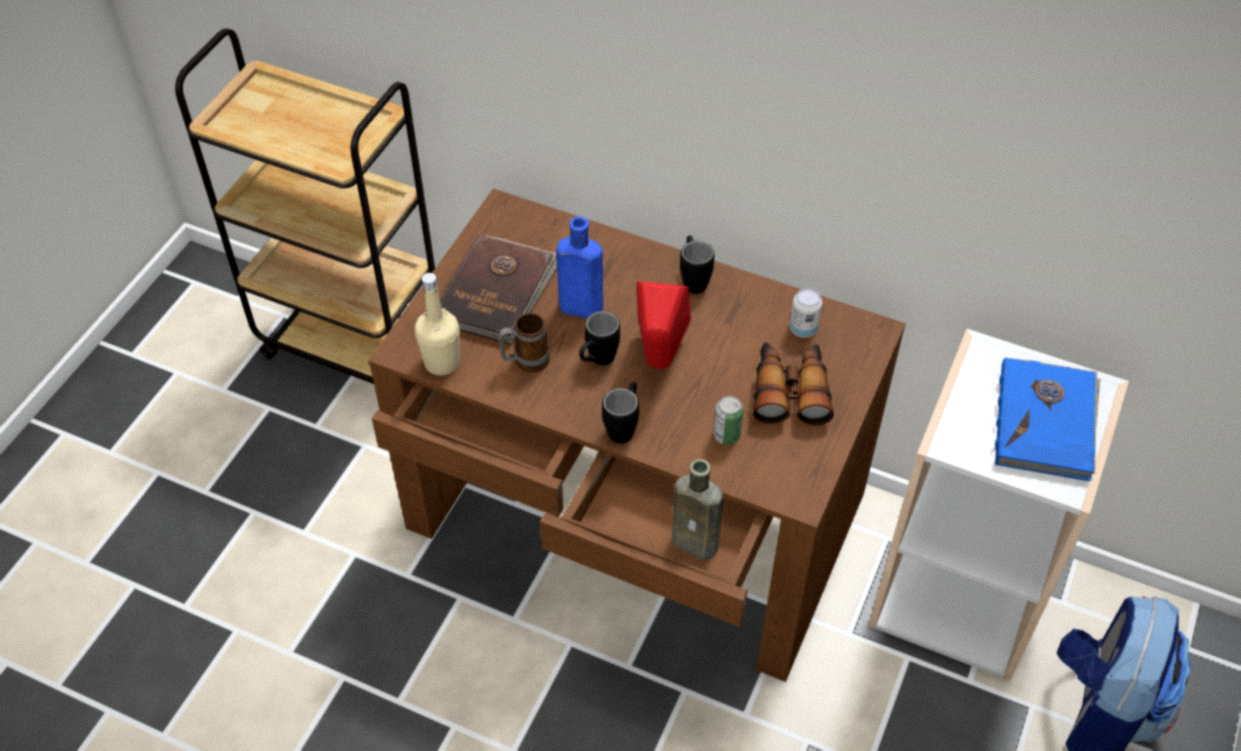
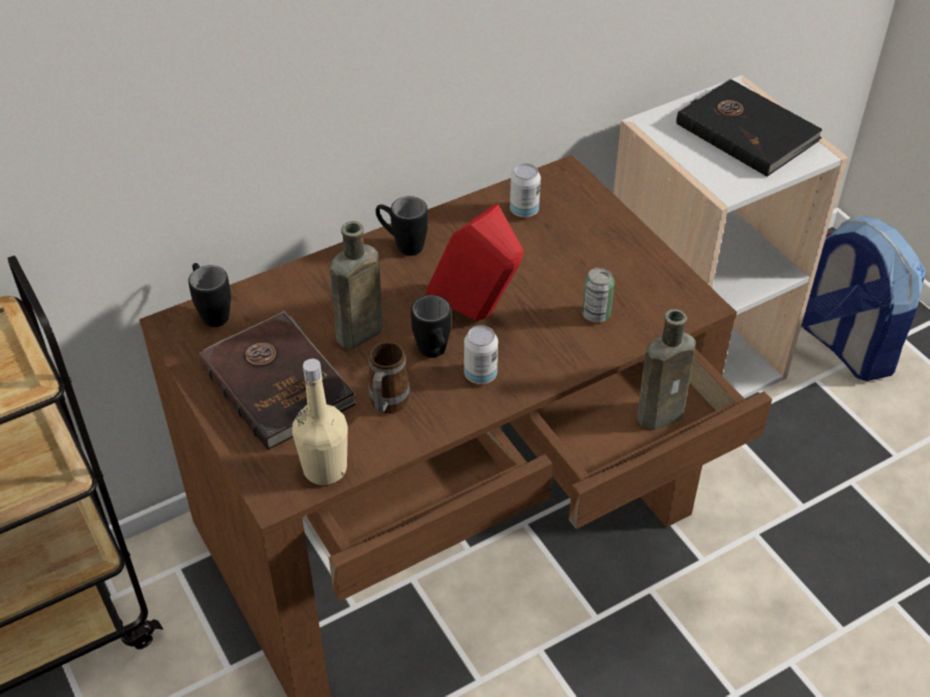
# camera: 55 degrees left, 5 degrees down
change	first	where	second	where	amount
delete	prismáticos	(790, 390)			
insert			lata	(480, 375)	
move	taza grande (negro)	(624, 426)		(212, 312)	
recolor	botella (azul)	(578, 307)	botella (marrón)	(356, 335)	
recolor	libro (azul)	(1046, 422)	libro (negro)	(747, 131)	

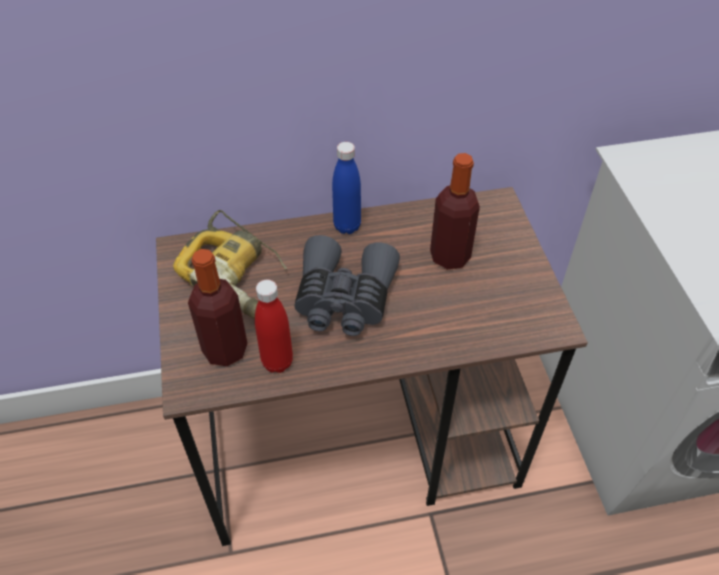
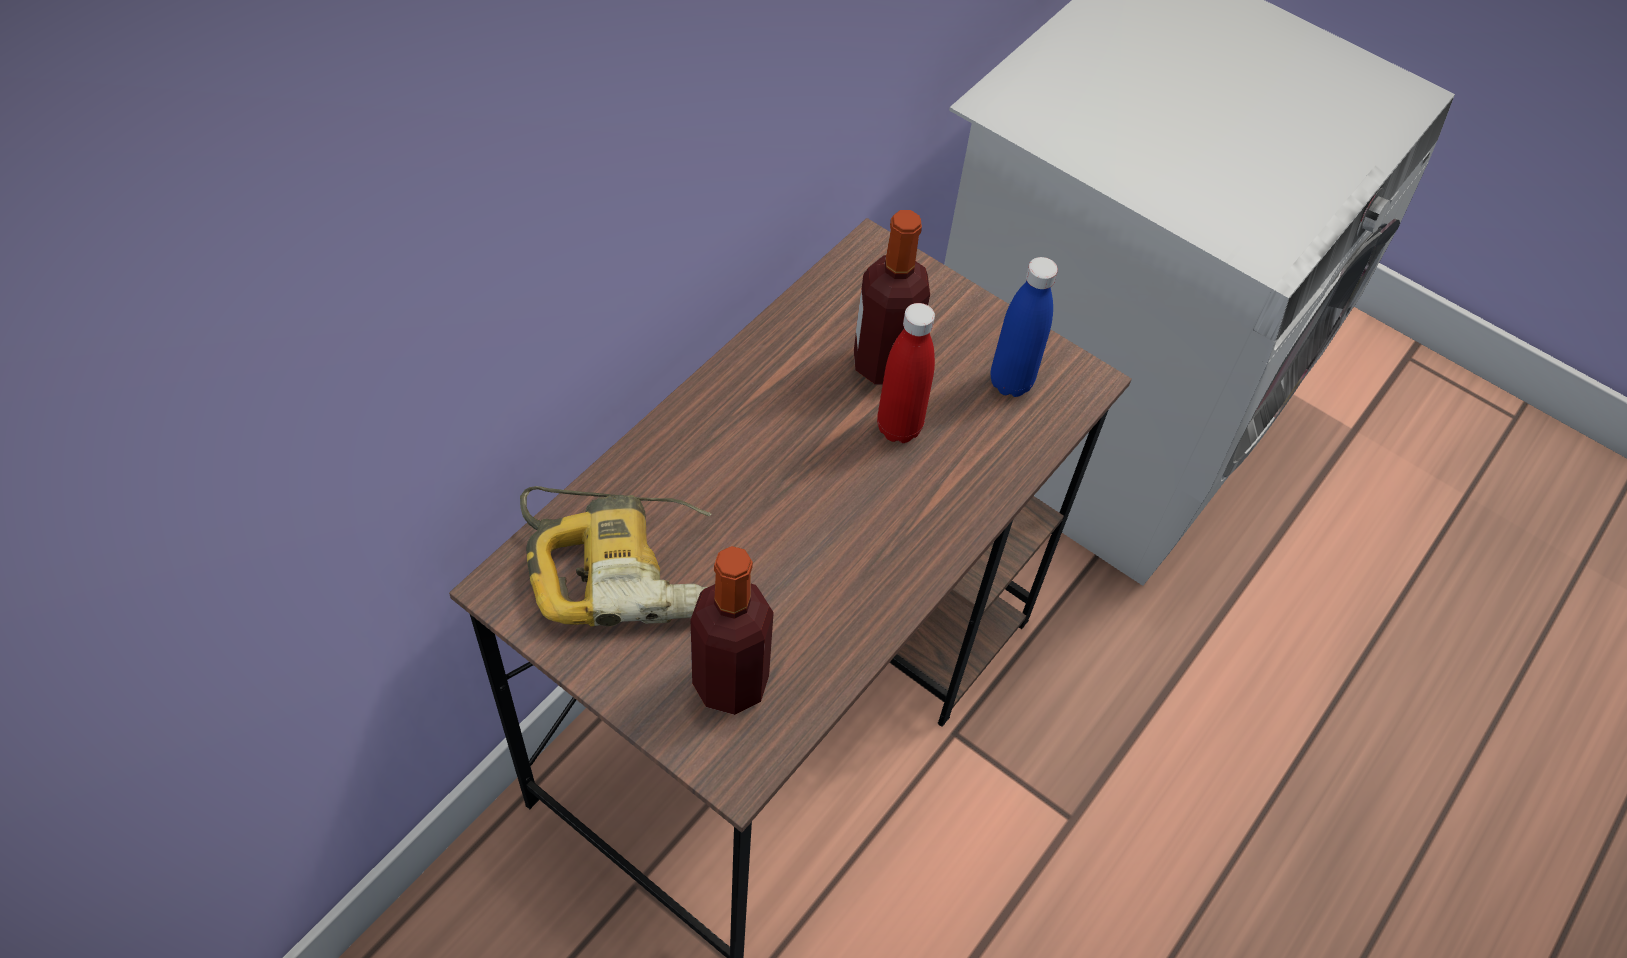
# camera: 45 degrees left, 5 degrees up
change	first	where	second	where	amount
delete	prismáticos (gris)	(344, 298)			
move	botella (rojo)	(277, 362)		(899, 428)	
move	botella (azul)	(347, 226)		(1010, 382)	

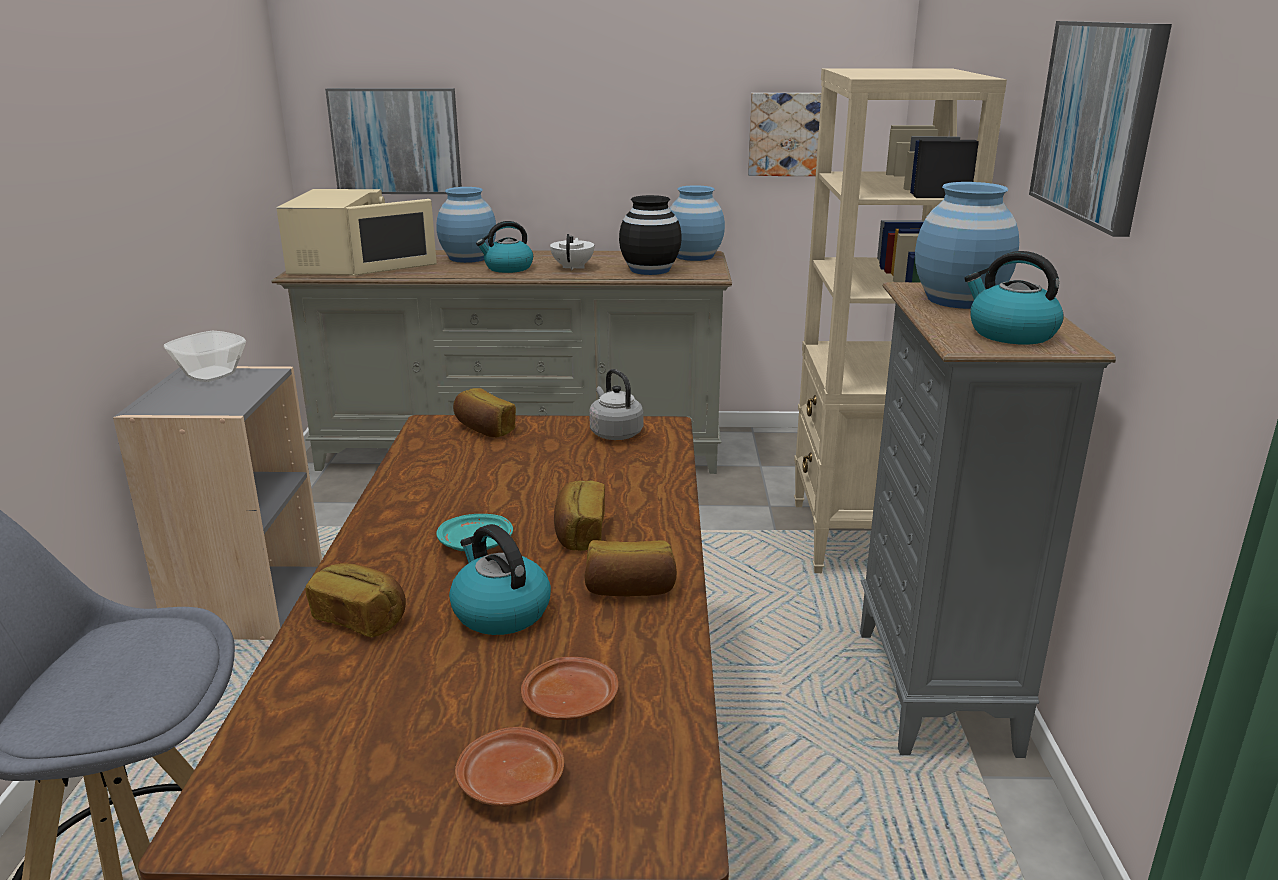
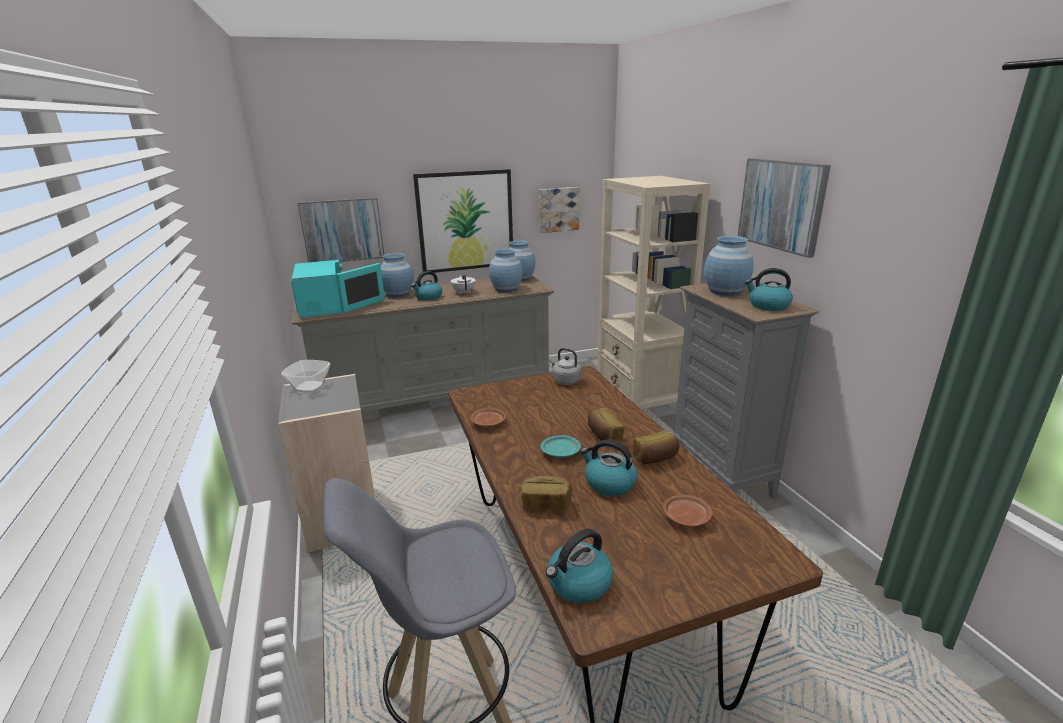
# camera: 20 degrees left, 0 degrees up
change	first	where	second	where	amount
delete	pan	(484, 429)			
insert			cuadro	(465, 221)	
insert			hervidor	(578, 584)	
move	plato (marrón)	(511, 783)		(488, 423)	
recolor	microondas (beis)	(342, 264)	microondas (turquesa)	(326, 306)	
recolor	florero (negro)	(649, 270)	florero (azul)	(506, 289)	

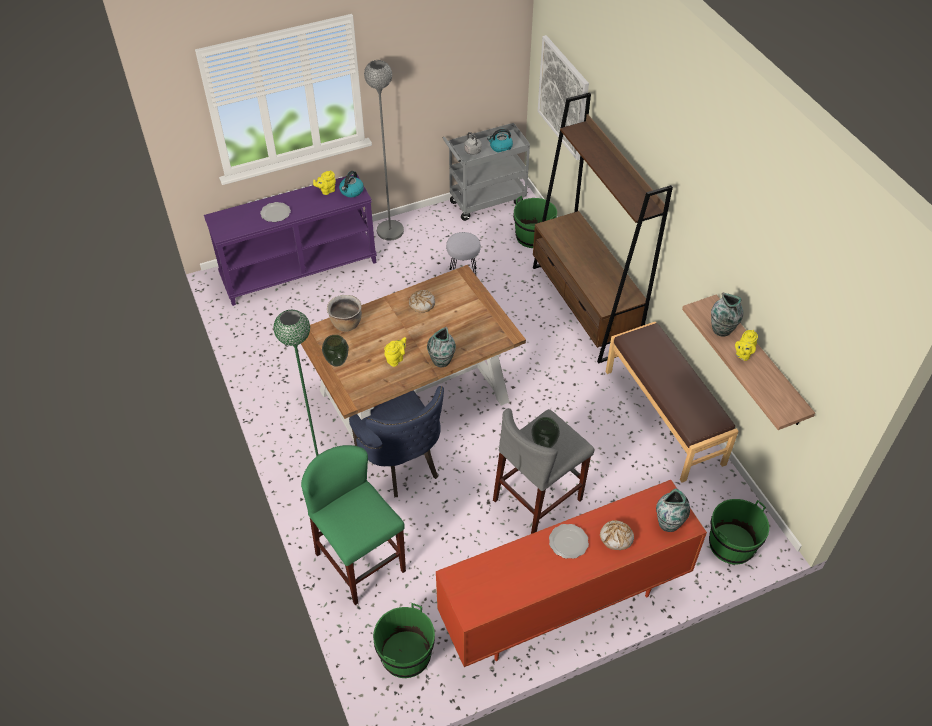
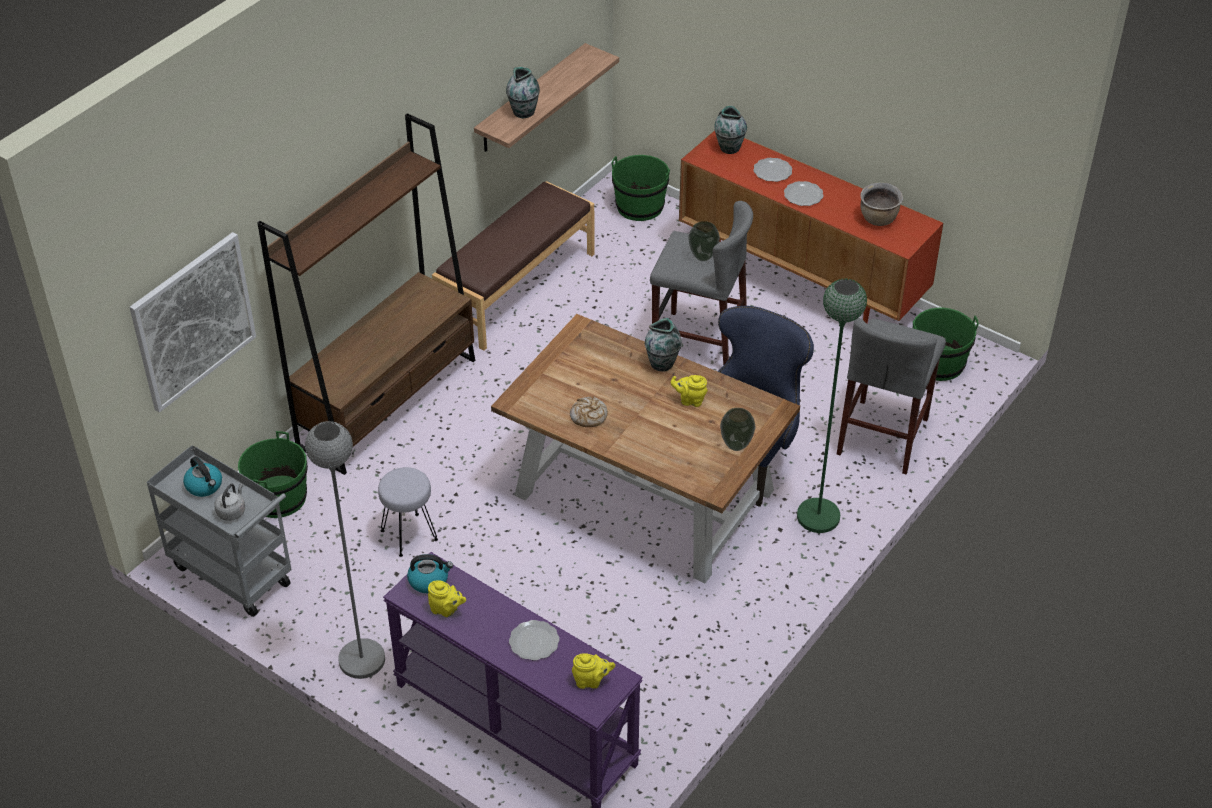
# camera: 120 degrees left, 5 degrees down
change	first	where	second	where	amount
move	olla (marrón)	(346, 323)		(878, 219)	
move	tetera (amarillo)	(743, 354)		(591, 681)	
replace	pan	(616, 537)	plato	(772, 171)	
recolor	taburete (verde)	(360, 563)	taburete (gris)	(883, 436)	

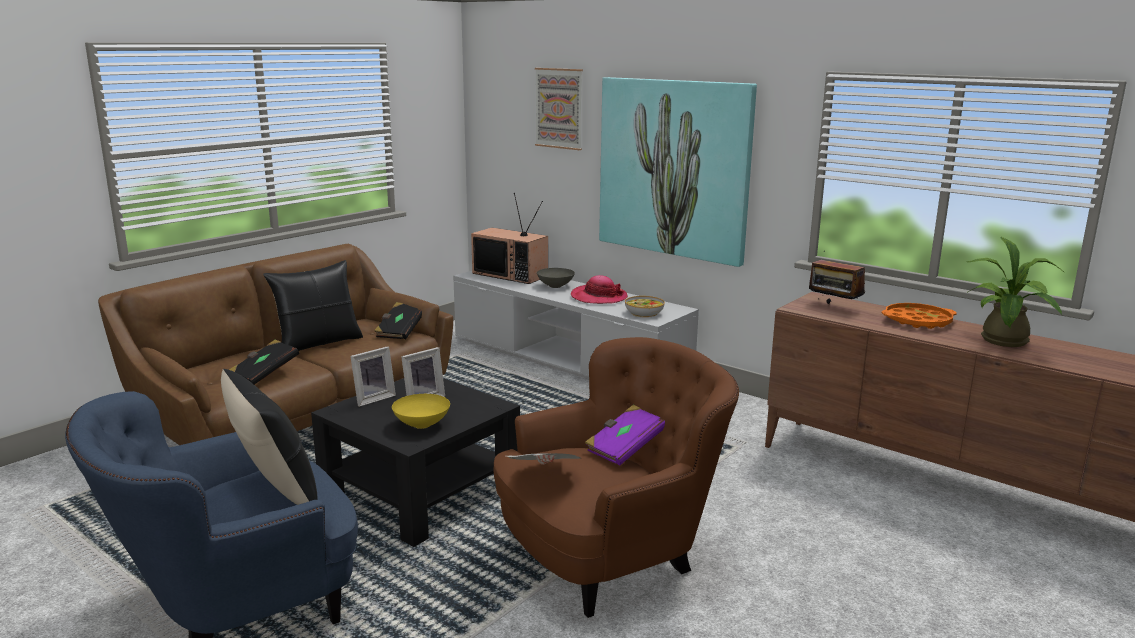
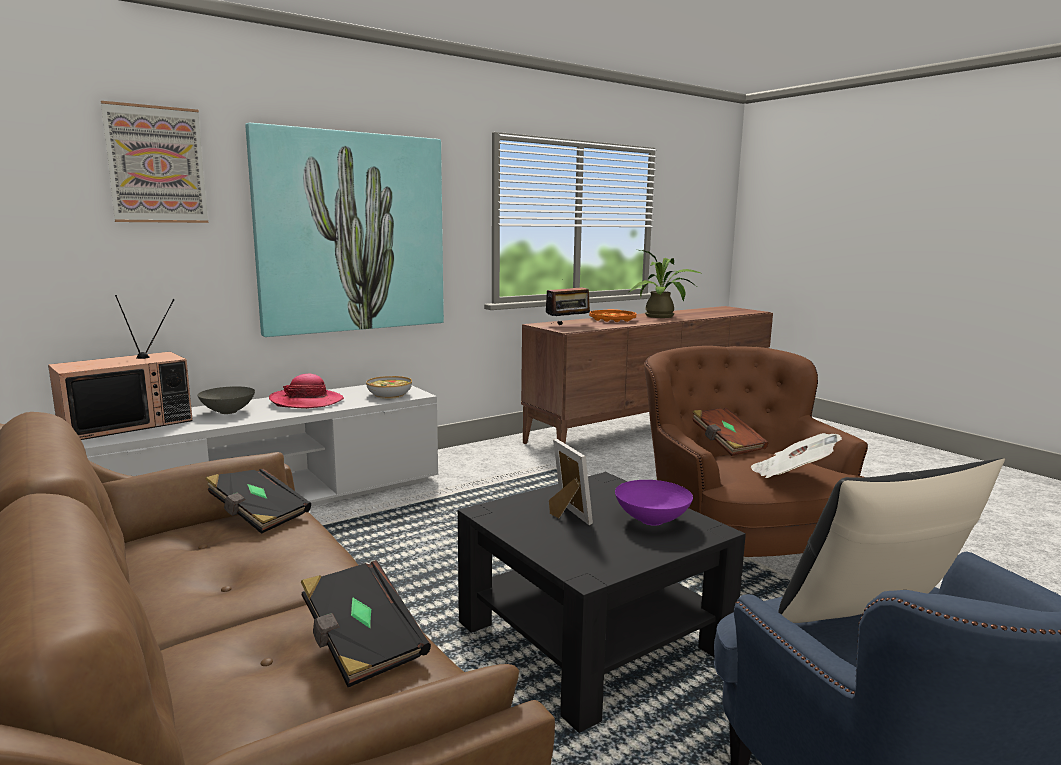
# camera: 75 degrees left, 5 degrees down
change	first	where	second	where	amount
delete	cojín (negro)	(318, 343)			
delete	portarretratos	(373, 398)			
recolor	cuenco (amarillo)	(421, 424)	cuenco (morado)	(651, 520)	
recolor	libro (morado)	(624, 448)	libro (marrón)	(726, 444)	

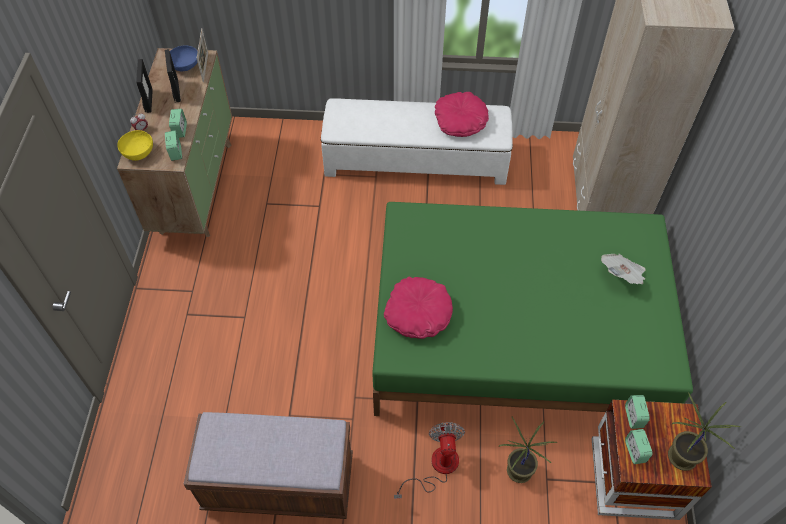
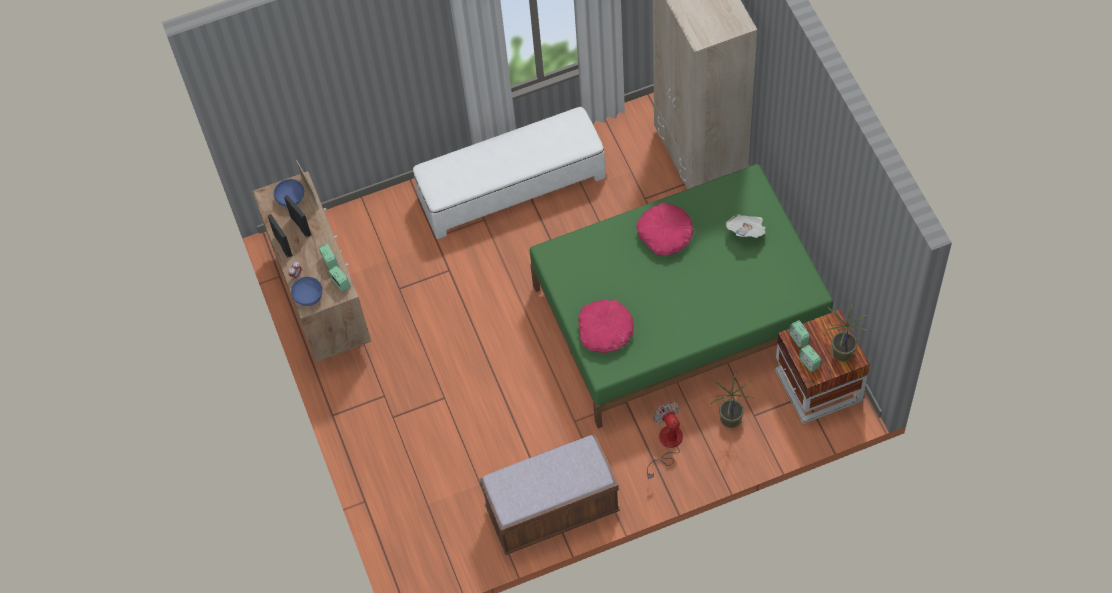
# camera: 20 degrees left, 5 degrees up
change	first	where	second	where	amount
move	cojín (rosa)	(461, 121)		(666, 233)	
recolor	cuenco (amarillo)	(138, 152)	cuenco (azul)	(308, 296)	

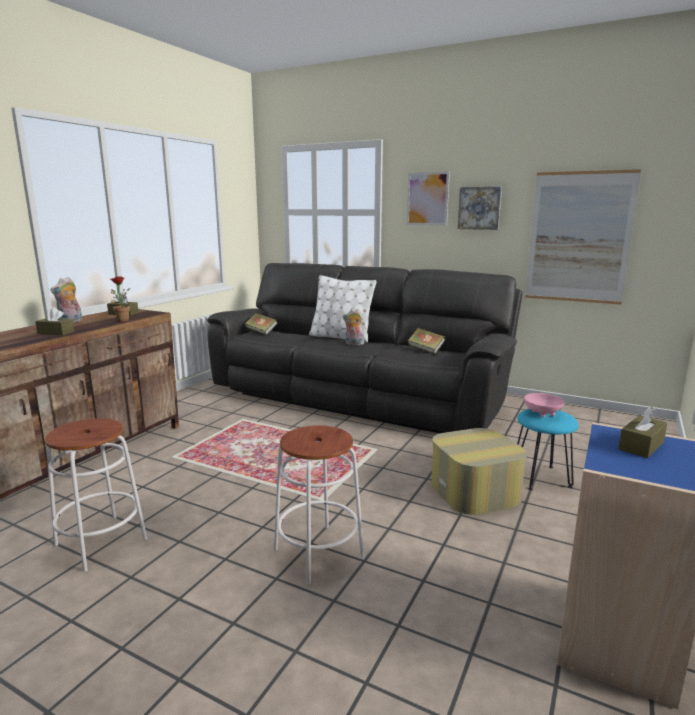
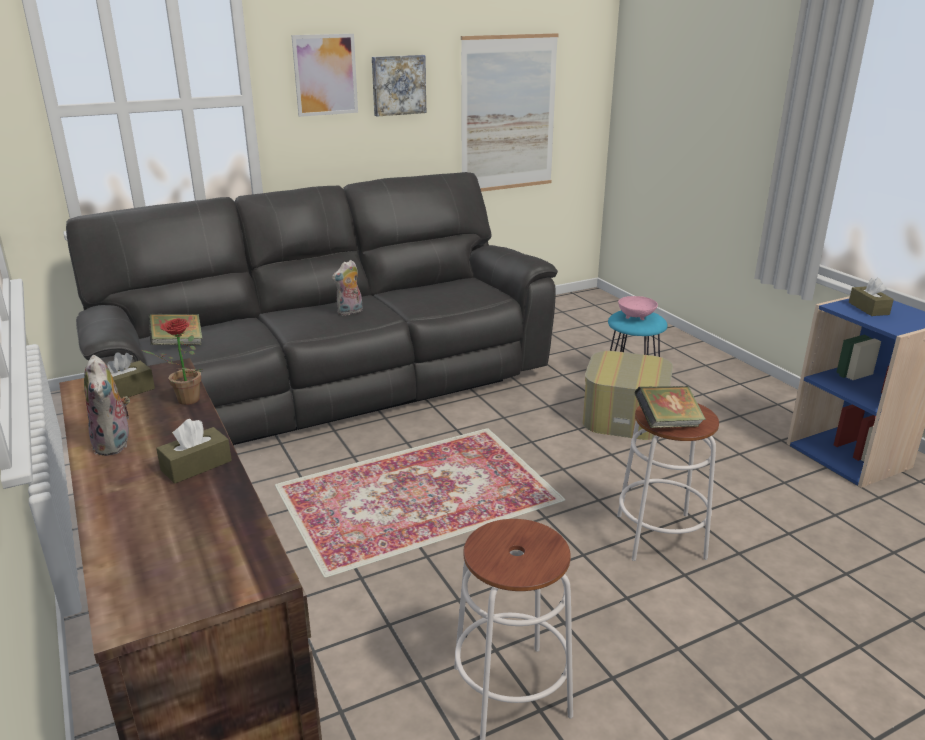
# camera: 55 degrees left, 10 degrees up
change	first	where	second	where	amount
delete	cojín (blanco)	(341, 337)			
move	libro	(426, 350)		(667, 424)	

